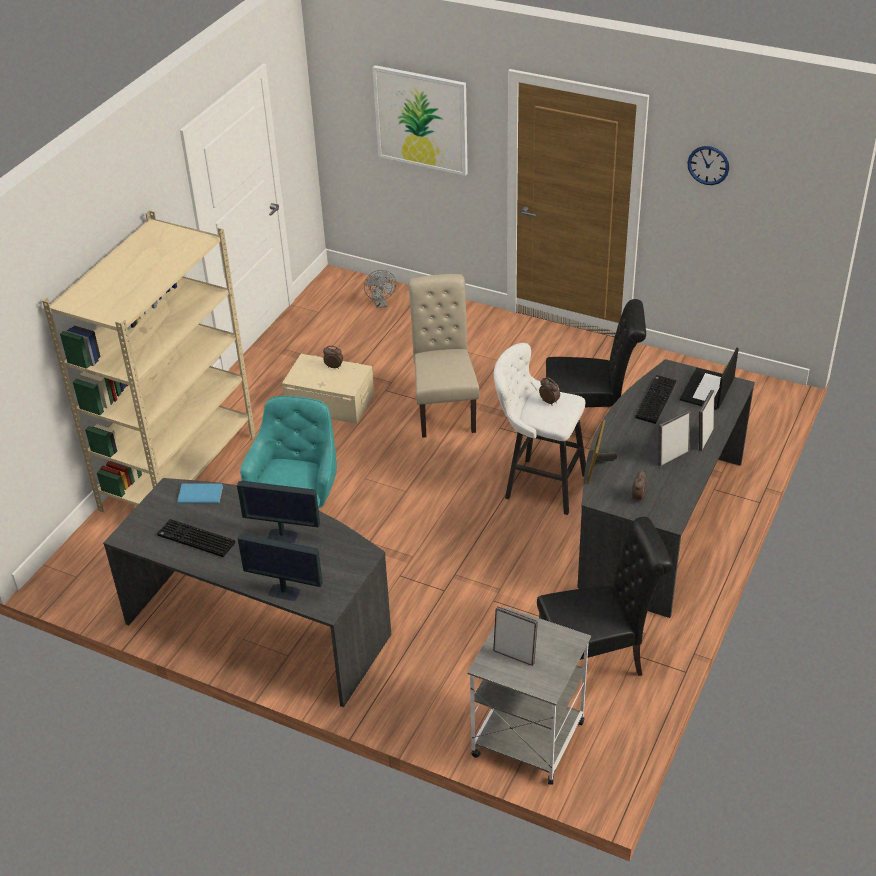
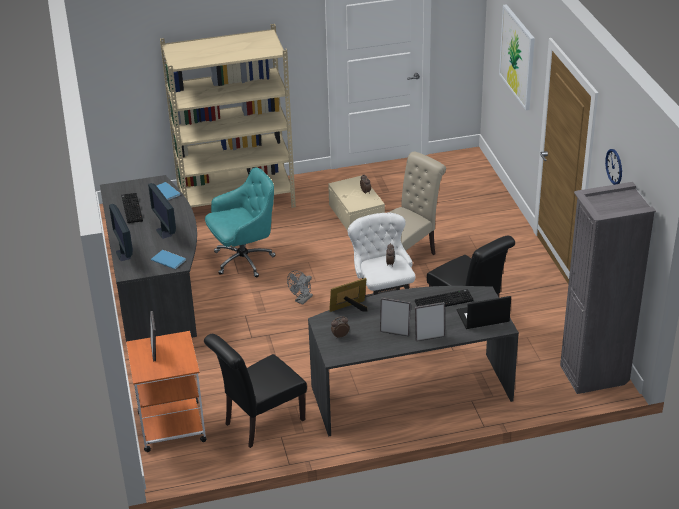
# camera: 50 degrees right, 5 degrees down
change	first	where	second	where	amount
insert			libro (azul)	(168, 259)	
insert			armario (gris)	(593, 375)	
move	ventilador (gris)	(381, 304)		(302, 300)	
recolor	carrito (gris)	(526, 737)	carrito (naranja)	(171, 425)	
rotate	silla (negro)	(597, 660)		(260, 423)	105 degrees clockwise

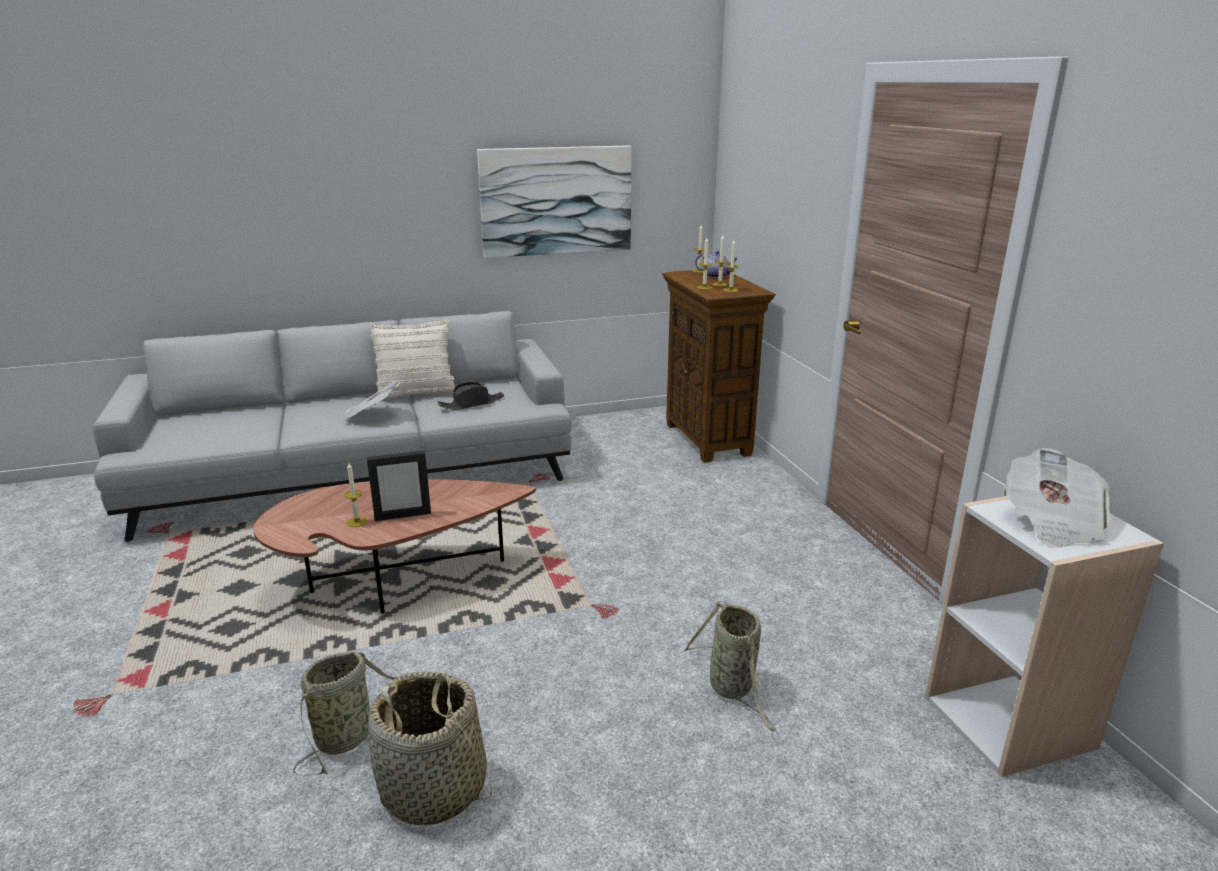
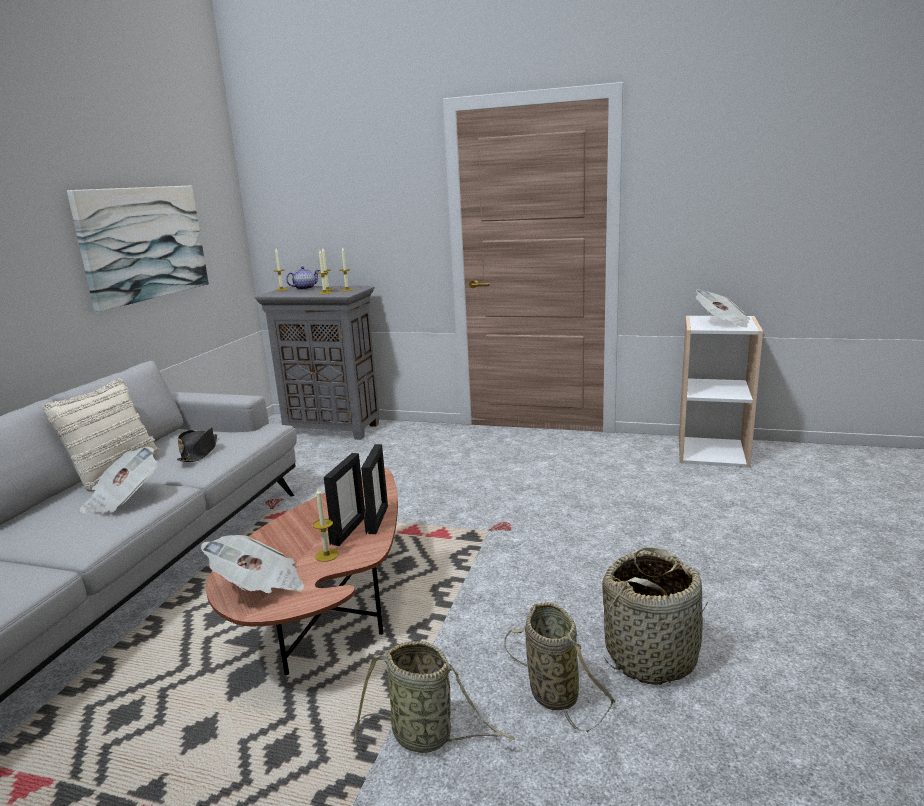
# camera: 55 degrees left, 5 degrees down
change	first	where	second	where	amount
insert			periódico	(259, 586)	
insert			portarretratos	(377, 519)	
move	cesta	(732, 688)		(427, 736)	
recolor	armario (marrón)	(709, 440)	armario (gris)	(334, 429)	

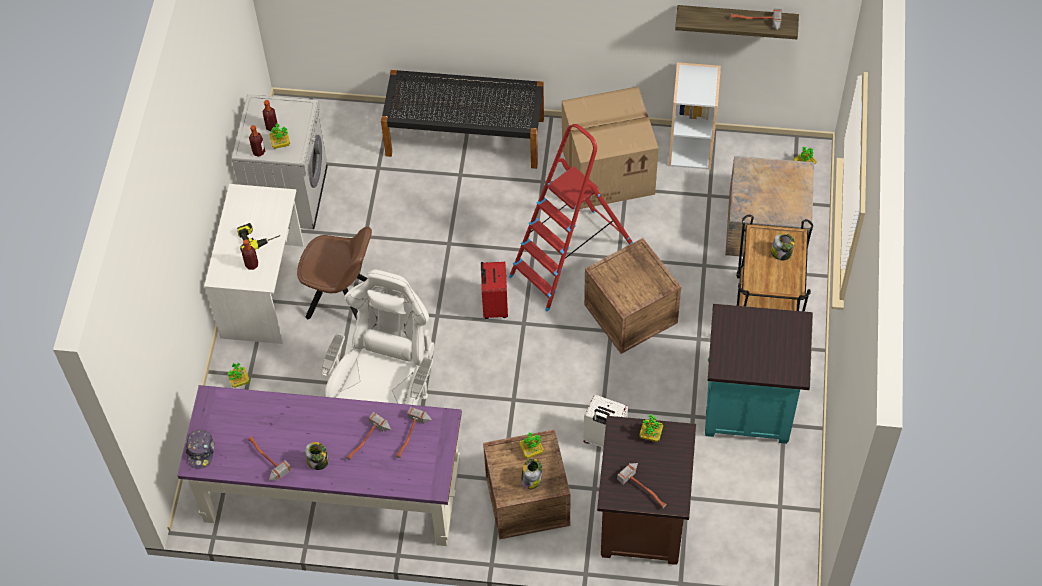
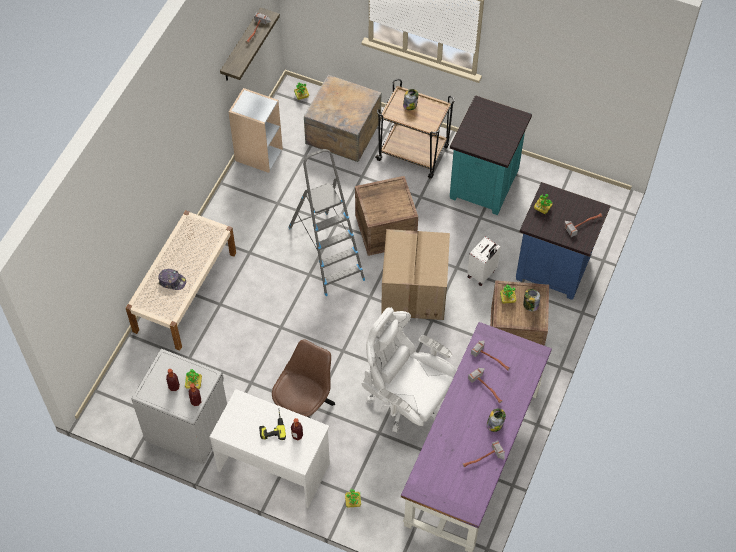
# camera: 75 degrees left, 0 degrees up
change	first	where	second	where	amount
delete	maleta (rojo)	(494, 306)			
move	gorra	(201, 451)		(172, 281)	
move	caja de cartón	(609, 169)		(413, 290)	
recolor	banco (negro)	(465, 136)	banco (beis)	(184, 291)	
recolor	escalera de tijera (rojo)	(571, 260)	escalera de tijera (gris)	(326, 253)	
recolor	armario (marrón)	(641, 525)	armario (azul)	(554, 270)	

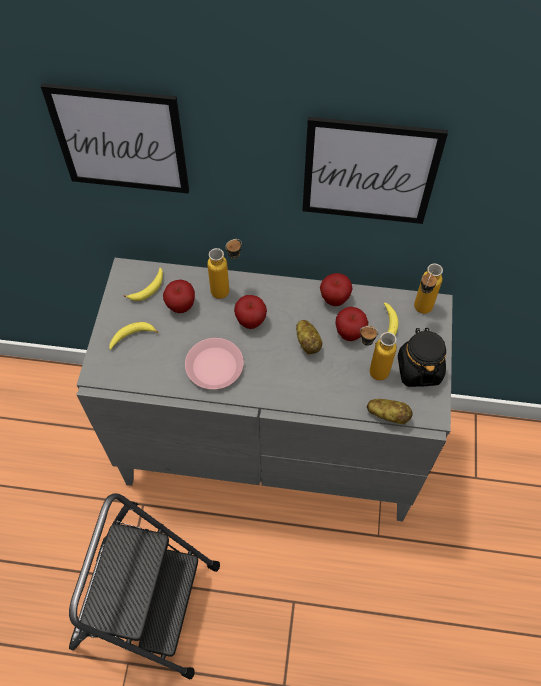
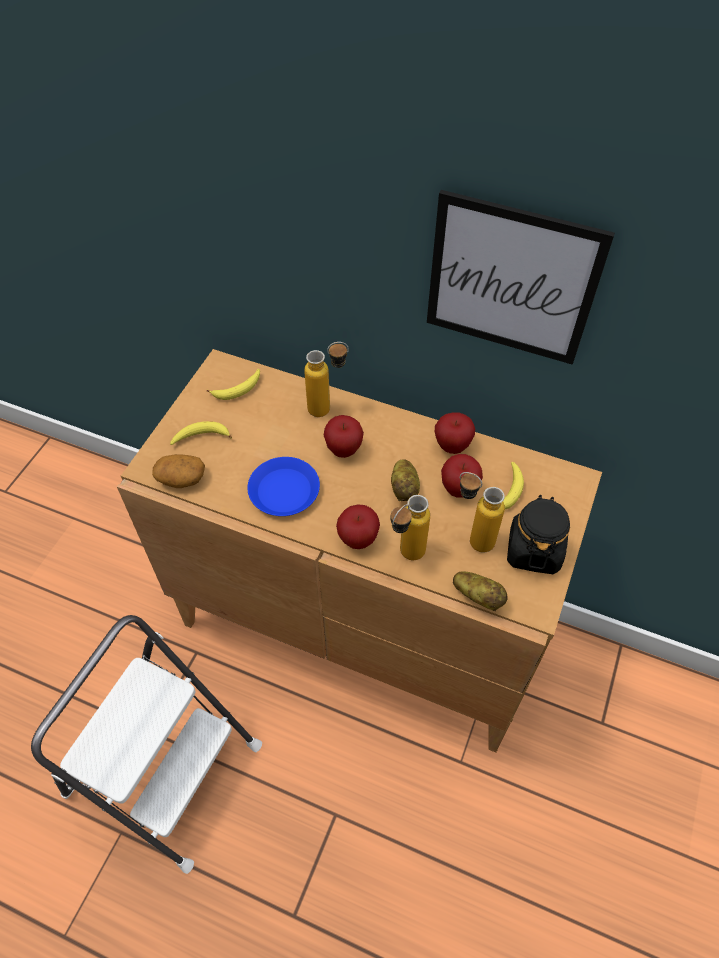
# camera: 15 degrees right, 5 degrees down
change	first	where	second	where	amount
delete	cuadro	(120, 140)			
insert			patata	(181, 479)	
move	manzana	(181, 306)		(358, 540)	
move	botella	(420, 312)		(405, 557)	
recolor	escalera de tijera (negro)	(140, 602)	escalera de tijera (blanco)	(157, 765)	
recolor	armario (gris)	(271, 450)	armario (marrón)	(360, 627)	
recolor	plato (rosa)	(214, 366)	plato (azul)	(284, 490)	

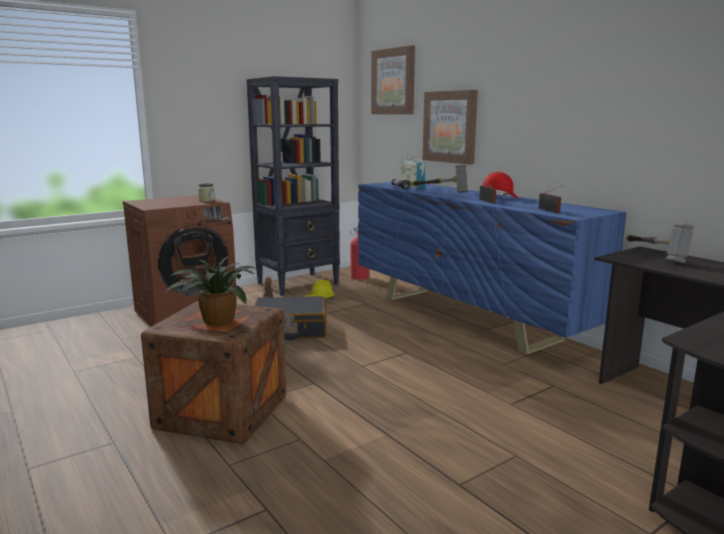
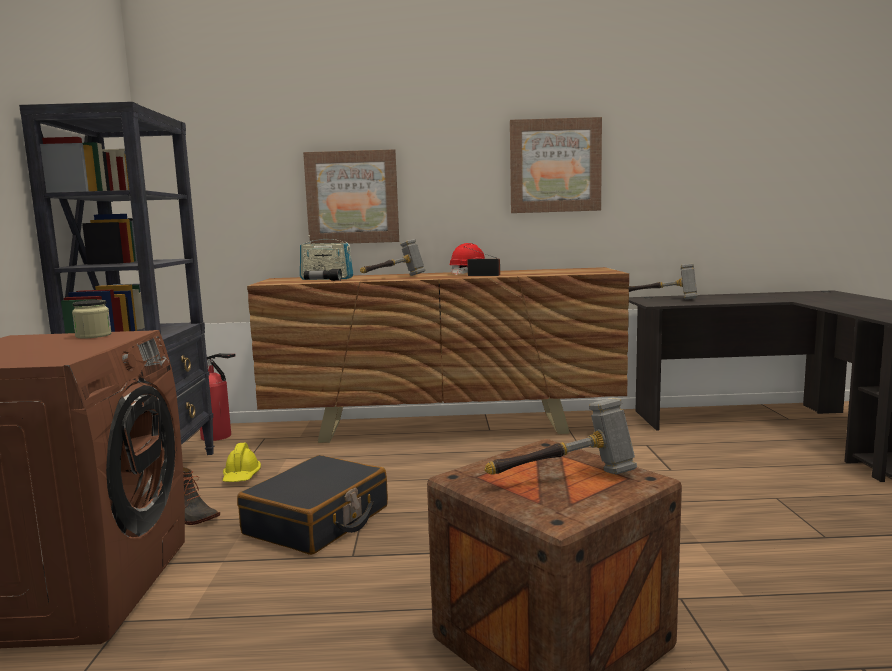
# camera: 55 degrees left, 5 degrees down
change	first	where	second	where	amount
delete	radio	(549, 211)			
move	cuadro	(393, 81)		(555, 166)	
replace	planta en maceta	(215, 321)	martillo	(564, 478)	
recolor	armario (azul)	(466, 317)	armario (marrón)	(444, 428)	

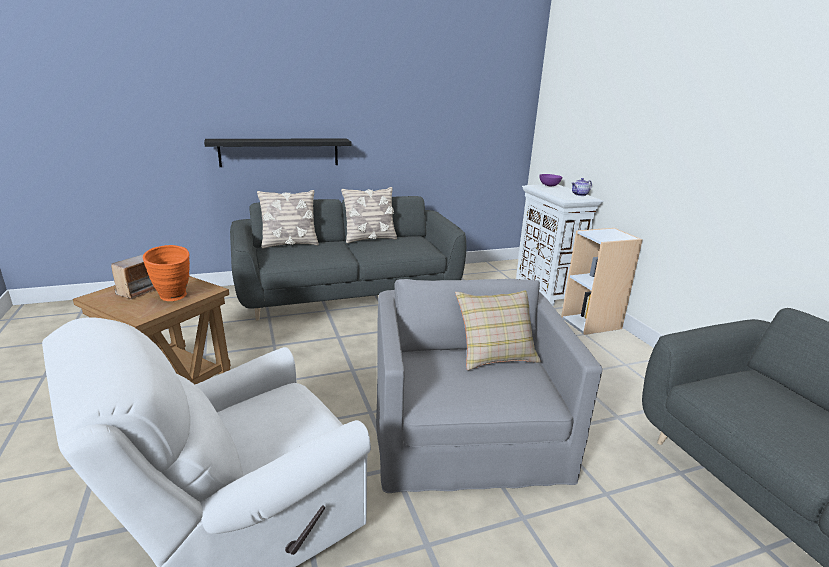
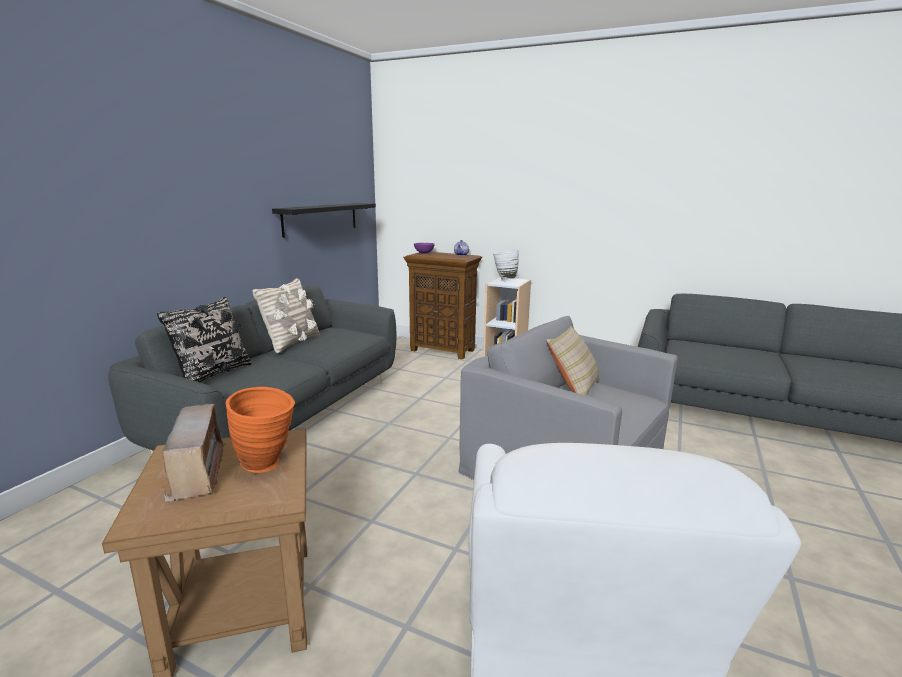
# camera: 45 degrees left, 5 degrees down
change	first	where	second	where	amount
insert			florero (blanco)	(504, 280)	
move	estante (negro)	(279, 152)		(321, 218)	
recolor	cojín (beis)	(289, 244)	cojín (negro)	(214, 375)	
recolor	armario (blanco)	(546, 292)	armario (marrón)	(443, 350)	

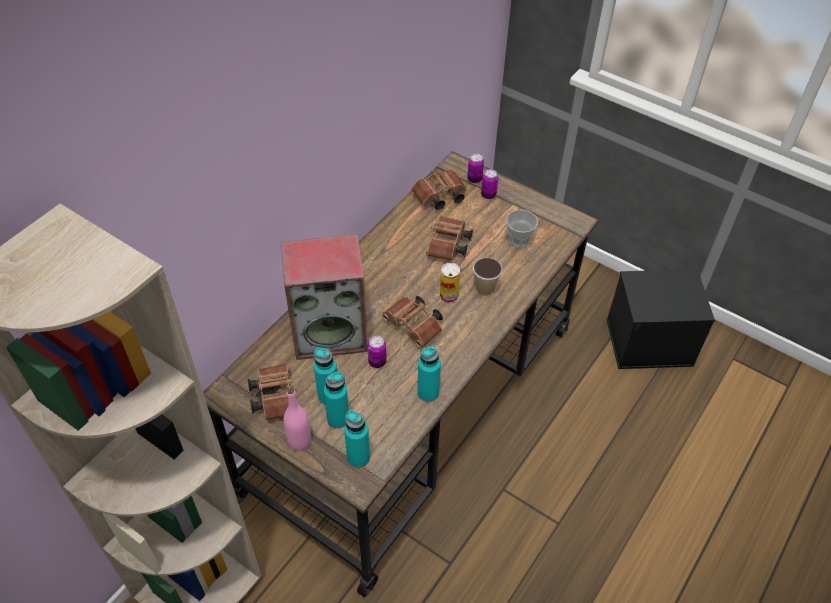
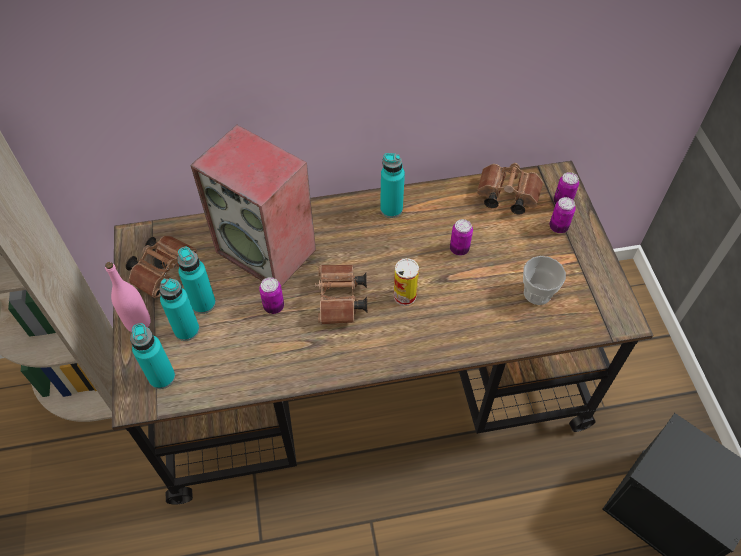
# camera: 45 degrees right, 5 degrees up
change	first	where	second	where	amount
delete	taza	(485, 289)			
move	botella (turquesa)	(428, 393)		(391, 209)	
replace	prismáticos (marrón)	(448, 246)	lata	(459, 249)	

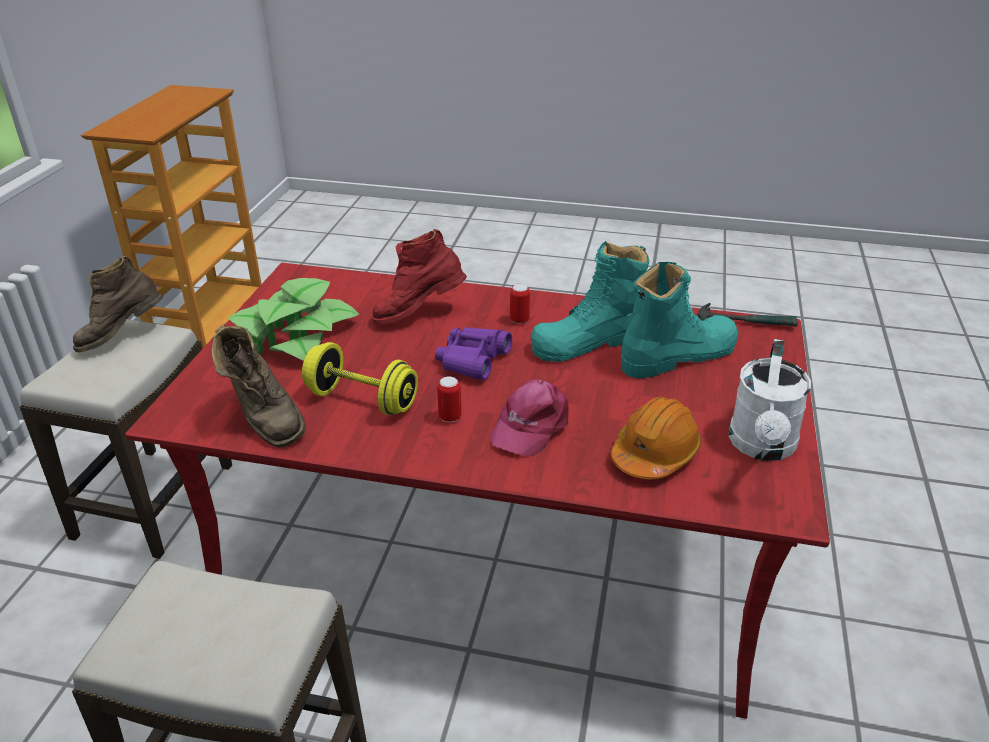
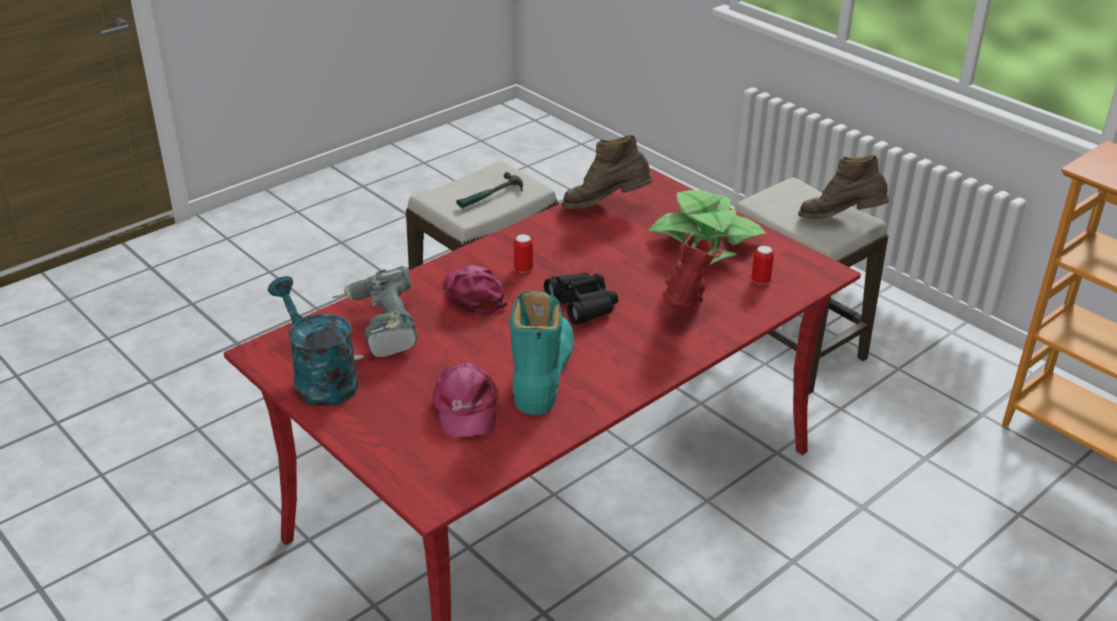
# camera: 125 degrees right, 0 degrees up
change	first	where	second	where	amount
delete	mancuerna (amarillo)	(362, 400)			
move	lata	(519, 320)		(760, 280)	
move	martillo	(745, 322)		(490, 196)	
replace	casco (naranja)	(655, 453)	taladro	(379, 330)	
replace	bota (turquesa)	(677, 356)	gorra (rosa)	(465, 408)	
recolor	prismáticos (morado)	(472, 360)	prismáticos (negro)	(582, 305)	
recolor	regadera (blanco)	(762, 447)	regadera (turquesa)	(319, 379)	
rotate	bota (marrón)	(122, 337)		(840, 220)	75 degrees counterclockwise

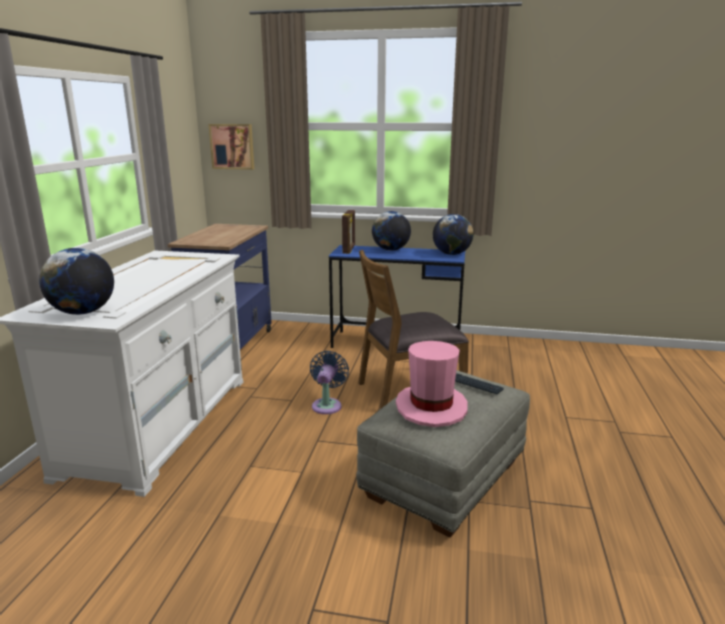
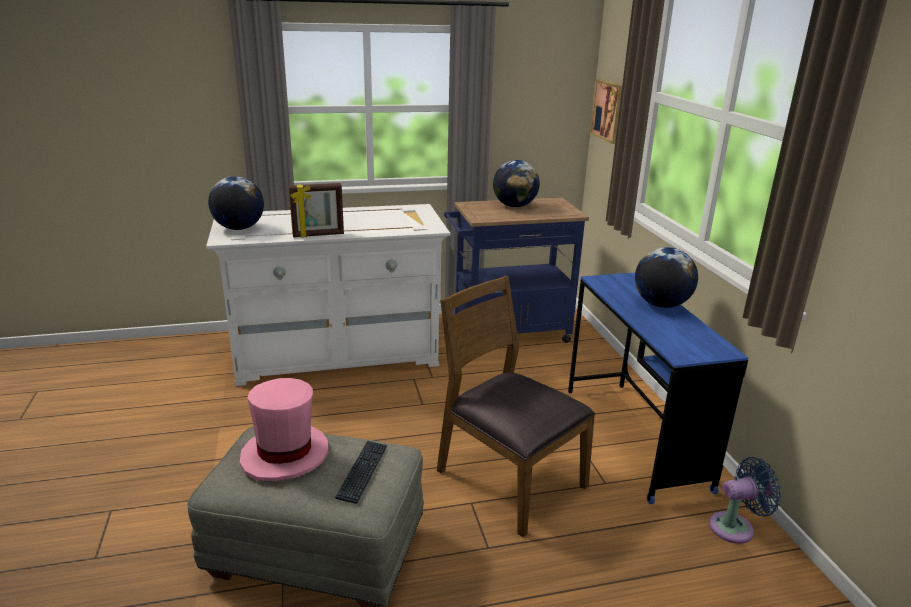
# camera: 65 degrees right, 5 degrees up
change	first	where	second	where	amount
move	ventilador (azul)	(327, 405)		(735, 527)	
move	portarretratos	(349, 250)		(318, 235)	
move	globo terráqueo	(451, 254)		(514, 206)	

